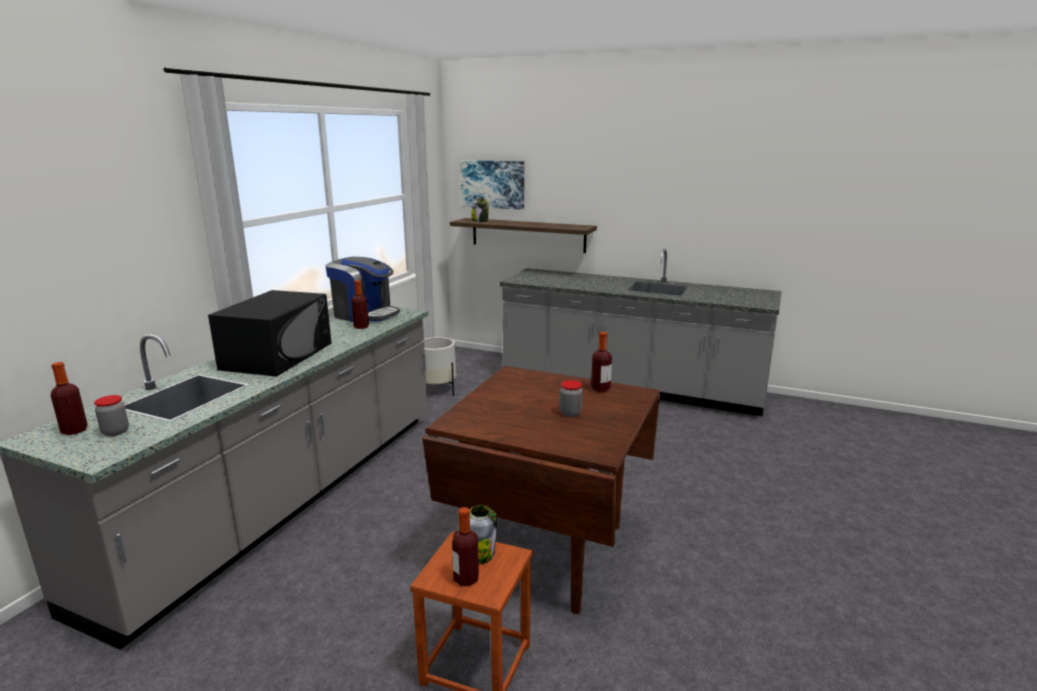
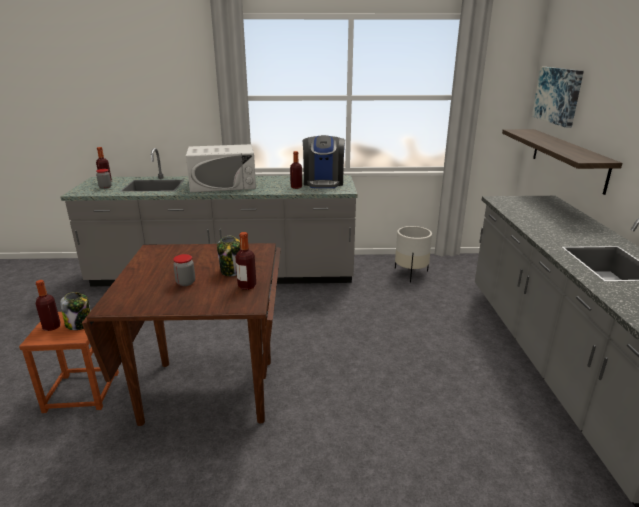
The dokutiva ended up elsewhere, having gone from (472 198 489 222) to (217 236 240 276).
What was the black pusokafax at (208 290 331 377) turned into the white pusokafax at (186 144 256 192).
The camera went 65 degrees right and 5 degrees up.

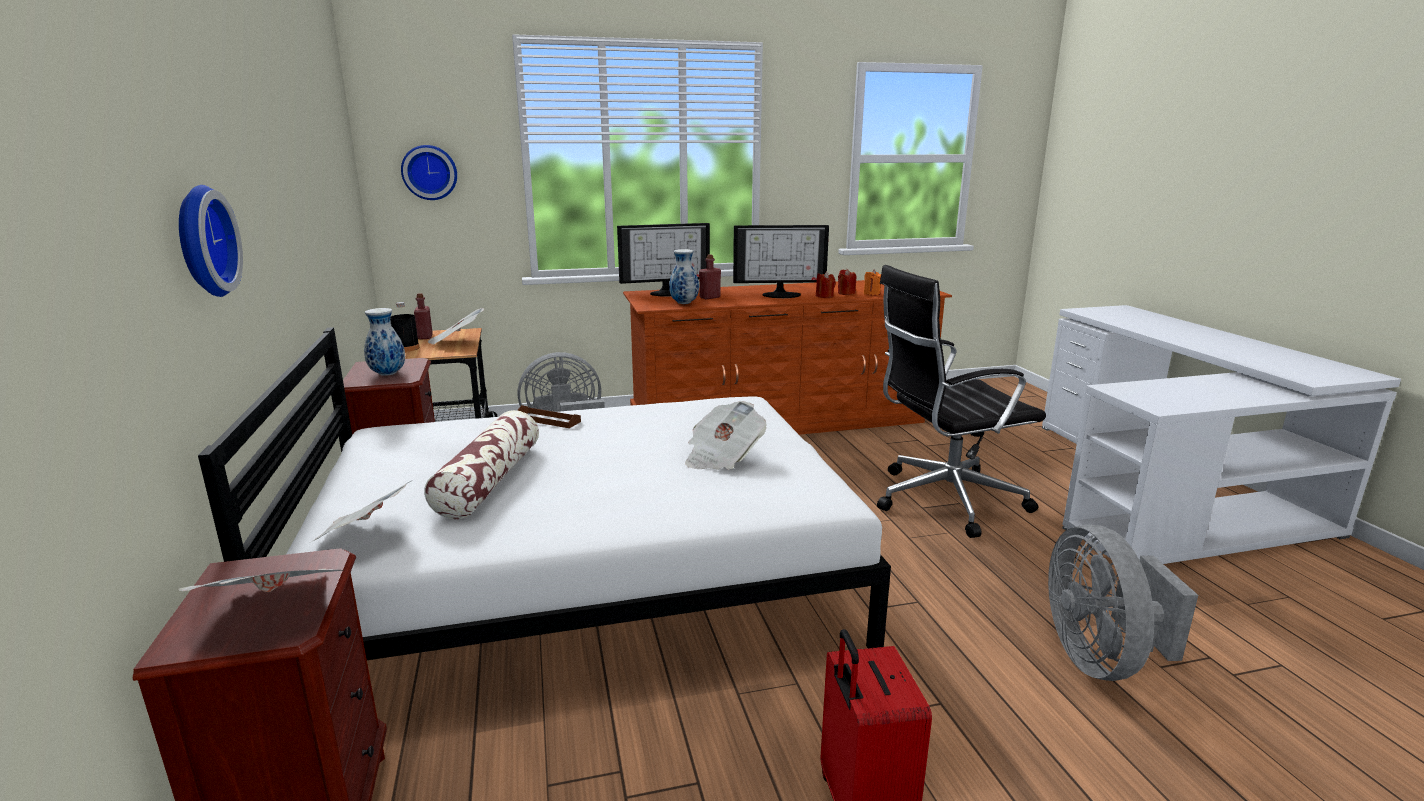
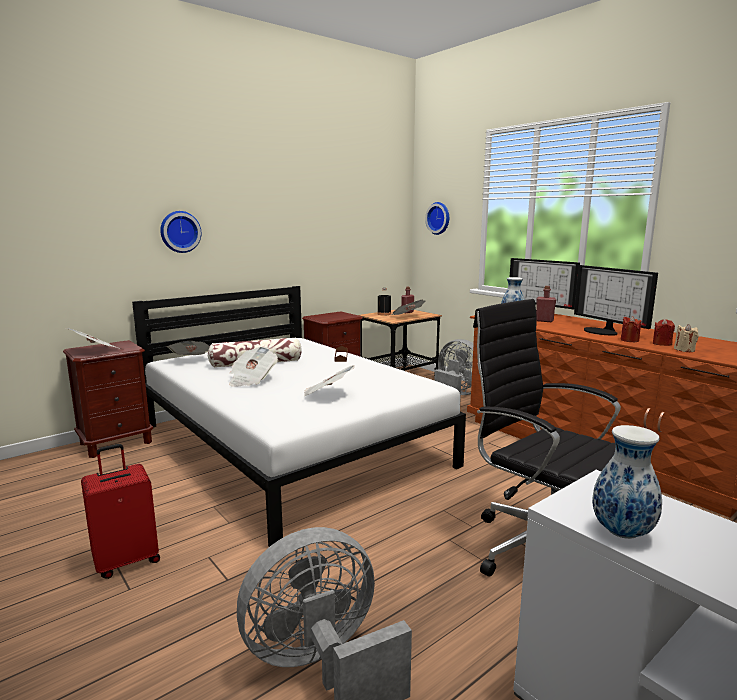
The second view gained the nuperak at (229 347 278 387).
The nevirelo ended up elsewhere, having gone from (364 308 405 376) to (592 425 662 539).
What was the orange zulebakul at (863 269 881 296) turned into the beige zulebakul at (674 324 699 352).
The camera went 65 degrees right and 5 degrees down.

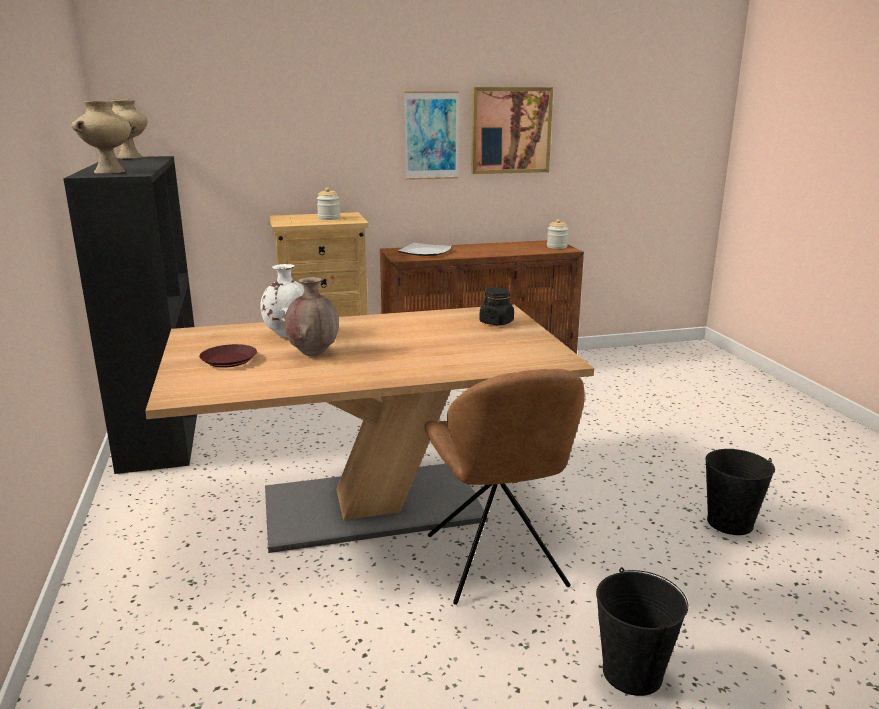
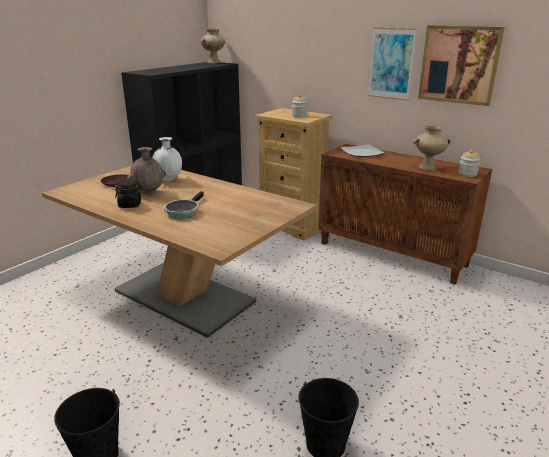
The second view lost the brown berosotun at (424 369 585 605).
The second view gained the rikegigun at (164 191 204 218).
The beige nevirelo ended up elsewhere, having gone from (71 101 133 174) to (413 126 451 171).
The black dokutiva ended up elsewhere, having gone from (479 288 514 326) to (115 180 142 208).
The camera went 50 degrees right and 5 degrees up.

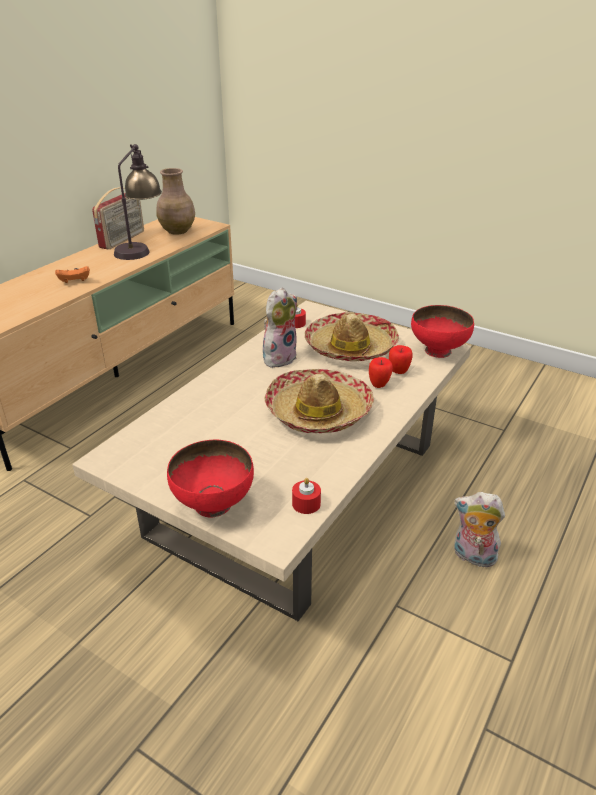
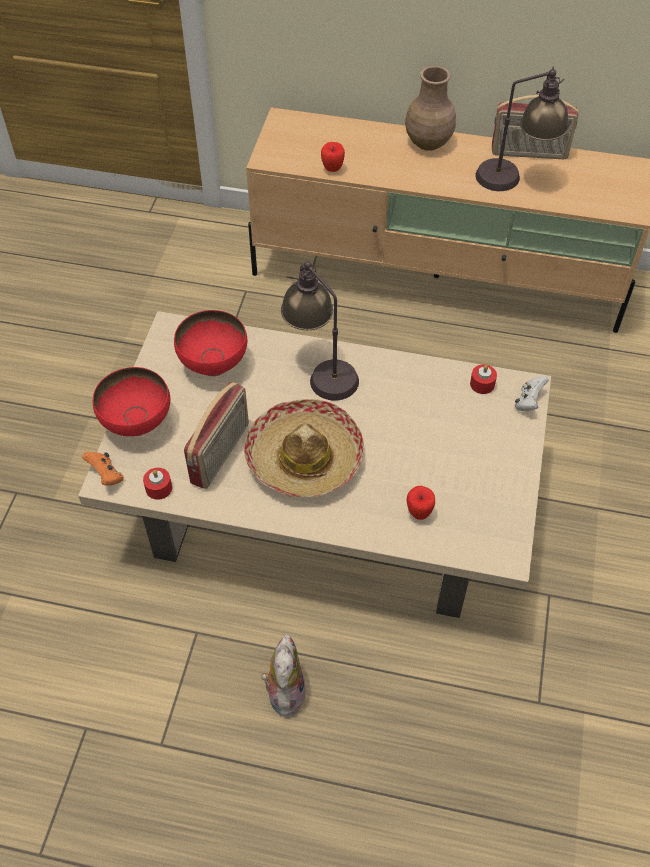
The second view lost the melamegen at (263 287 297 368).
The second view lost the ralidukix at (305 312 399 361).
The second view gained the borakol at (184 382 249 489).
The second view gained the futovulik at (281 261 359 401).
The second view gained the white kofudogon at (515 376 549 411).
The orange kofudogon ended up elsewhere, having gone from (55 266 90 283) to (82 452 124 485).
The brown nevirelo ended up elsewhere, having gone from (156 168 195 235) to (405 66 456 151).
The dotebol ended up elsewhere, having gone from (369 357 393 388) to (321 142 345 172).
The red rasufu ended up elsewhere, having gone from (411 305 474 358) to (174 310 247 376).
The camera went 70 degrees right and 20 degrees up.

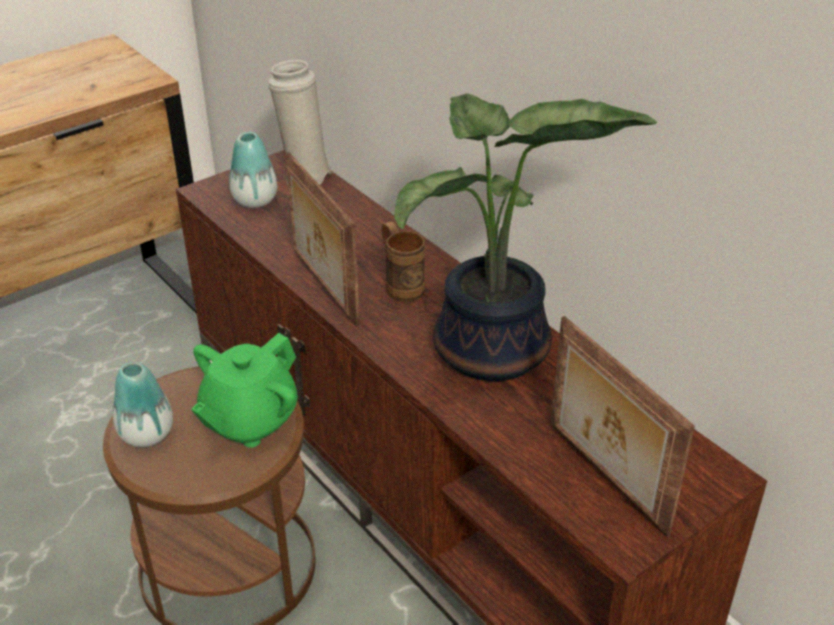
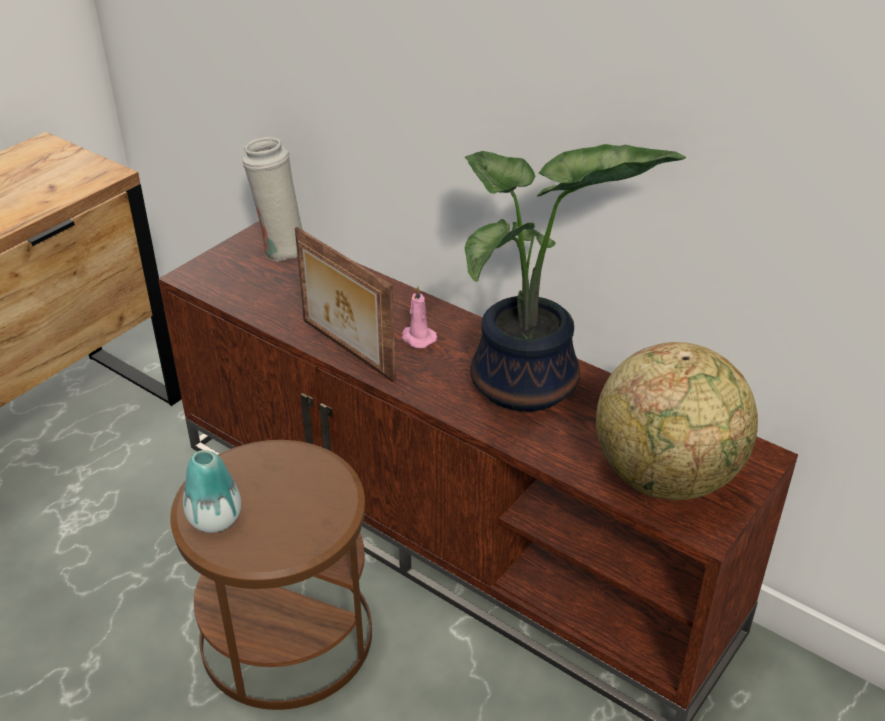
The second view lost the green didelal at (191 333 298 448).
The second view lost the nevirelo at (229 132 277 208).
Where the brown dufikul stood at (381 221 425 303), the pink zulebakul came to stand at (402 286 437 348).
Where the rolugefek stood at (550 316 695 538), the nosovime came to stand at (596 342 758 500).
The camera went 15 degrees left and 0 degrees up.

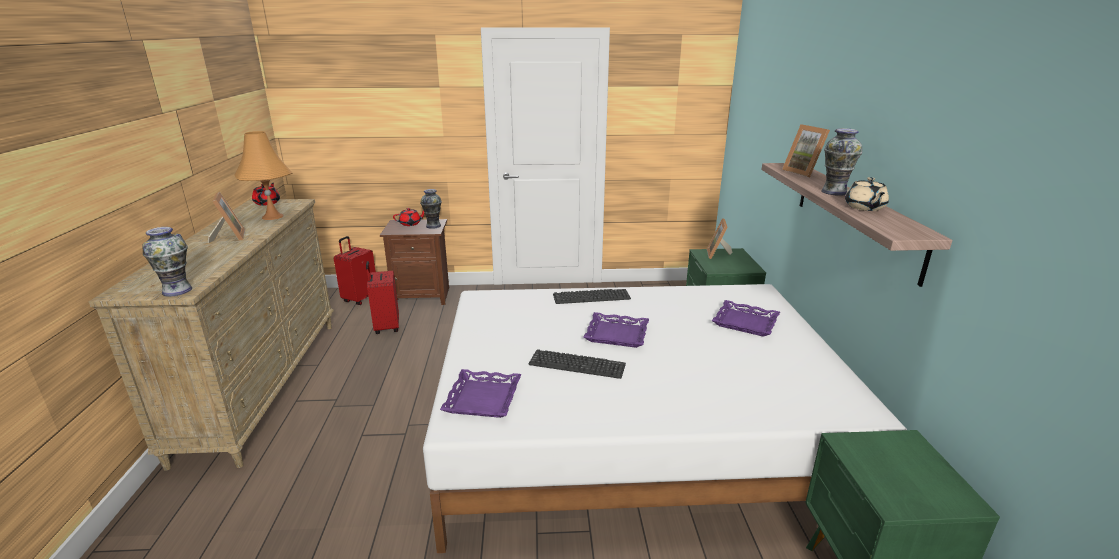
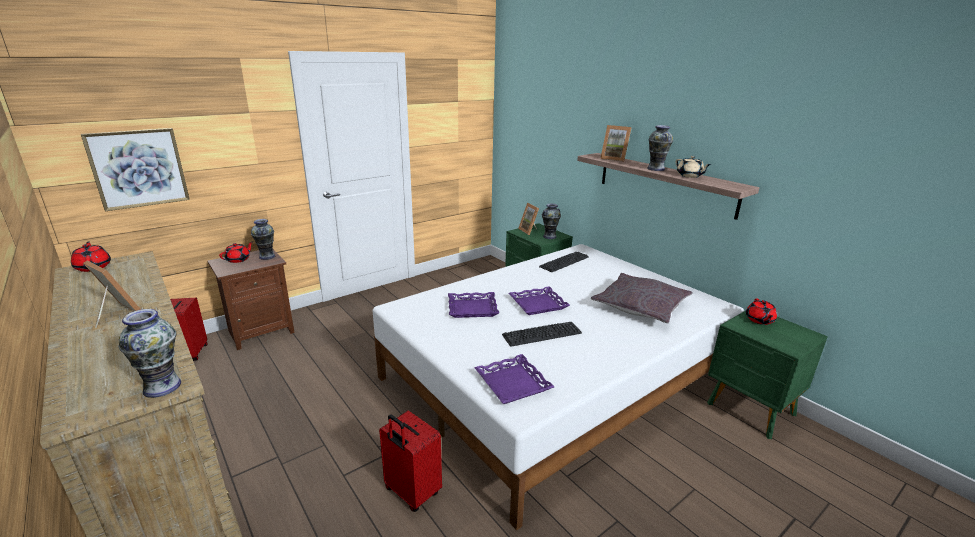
The second view lost the orange futovulik at (234 131 292 220).
The second view gained the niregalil at (81 128 190 211).
The second view gained the nevirelo at (542 204 561 239).
The second view gained the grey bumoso at (591 273 693 323).
The second view gained the red didelal at (746 298 777 325).
The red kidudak ended up elsewhere, having gone from (366 261 399 334) to (379 411 442 512).
The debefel ended up elsewhere, having gone from (553 289 631 304) to (539 252 589 272).
The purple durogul ended up elsewhere, having gone from (712 300 780 337) to (448 292 499 318).
The camera went 35 degrees left and 0 degrees up.

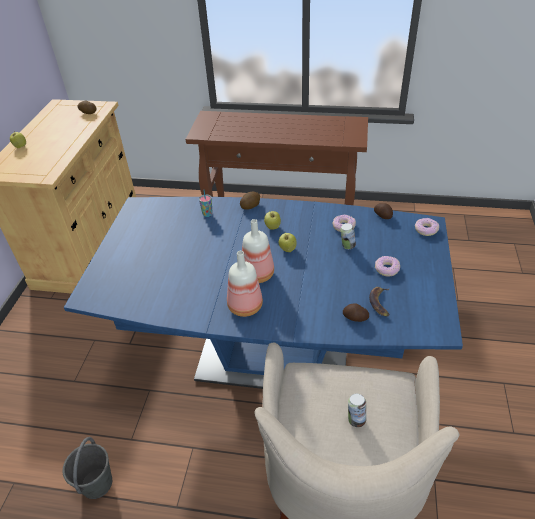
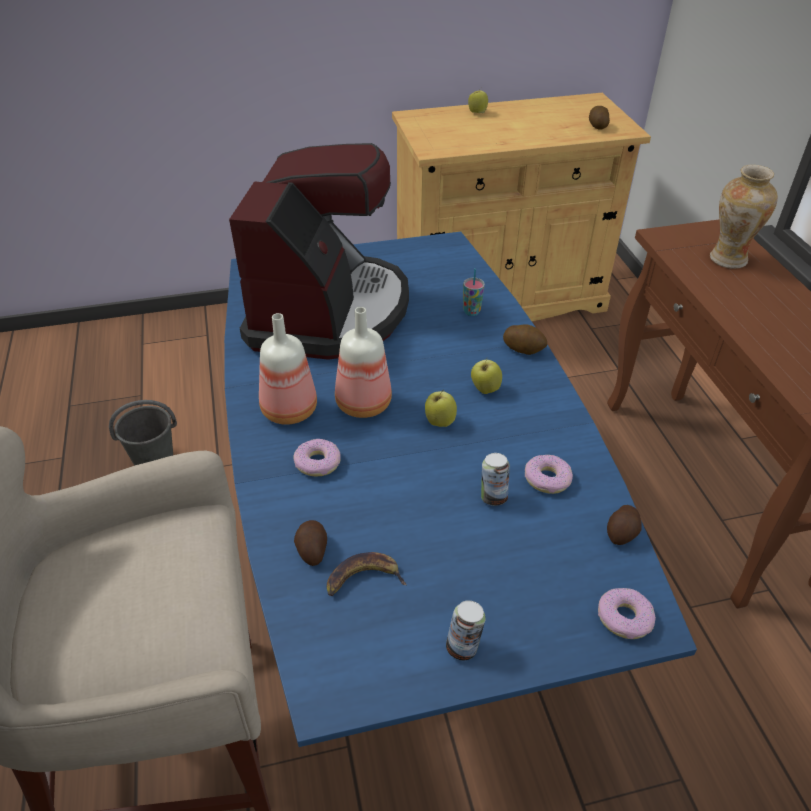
The second view gained the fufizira at (229 143 409 360).
The second view gained the nevirelo at (710 165 778 269).
The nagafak ended up elsewhere, having gone from (348 394 366 427) to (446 600 486 660).
The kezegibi ended up elsewhere, having gone from (375 256 400 277) to (294 439 341 476).
The camera went 65 degrees right and 0 degrees up.

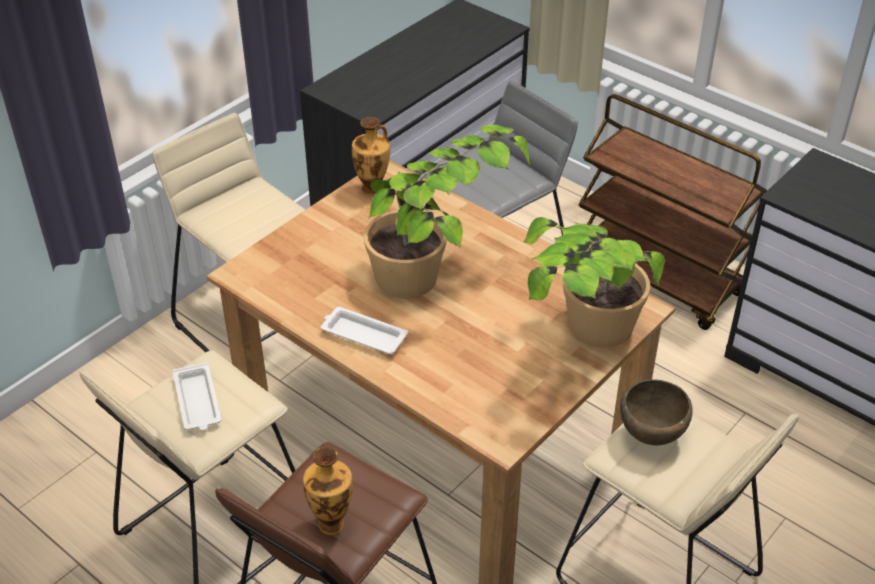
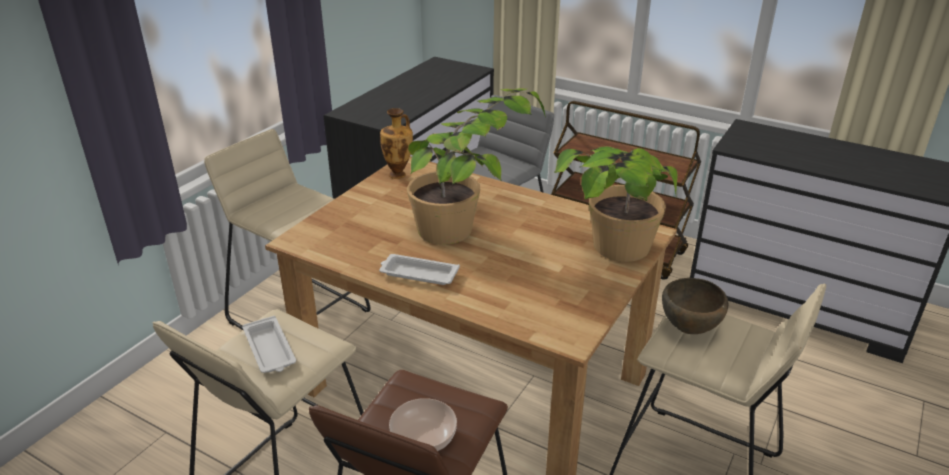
Where the nevirelo stood at (303 447 353 535), the rasufu came to stand at (389 398 457 451).
The camera went 10 degrees left and 10 degrees down.

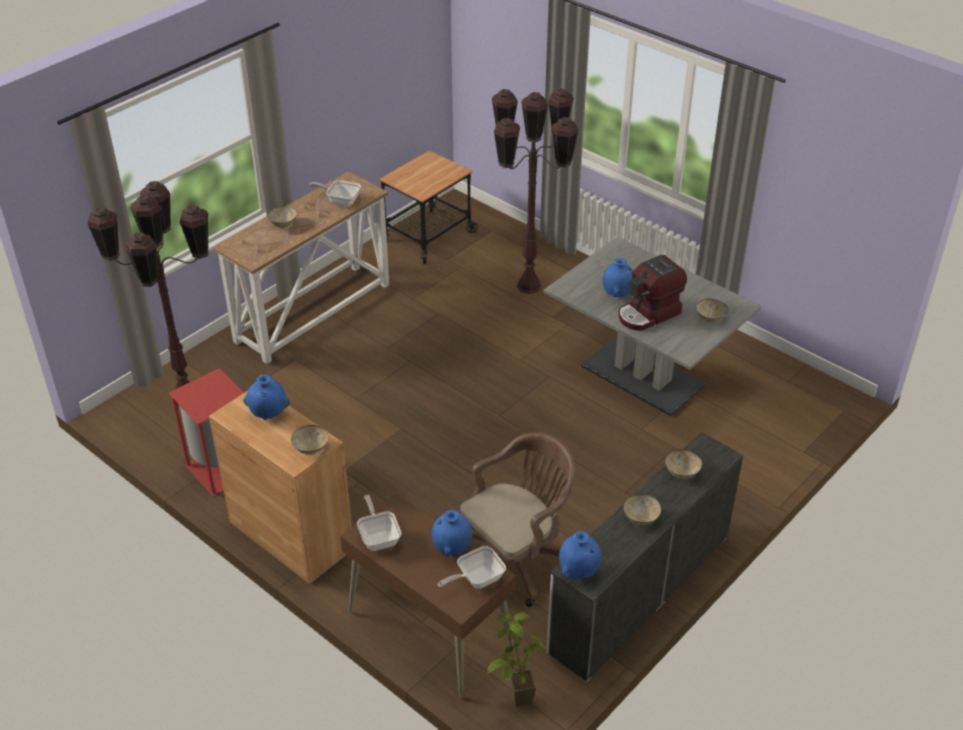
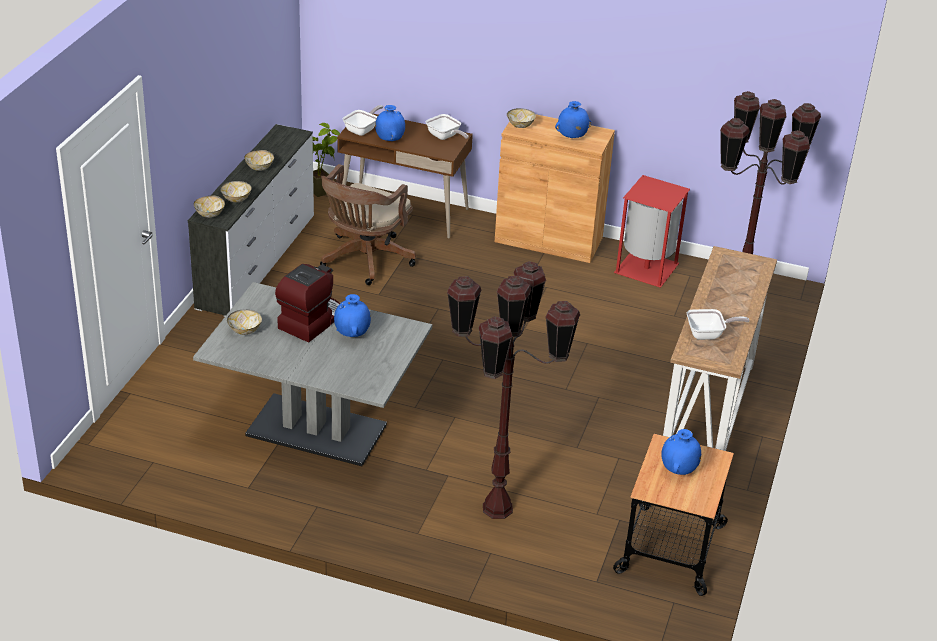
The rasufu ended up elsewhere, having gone from (267 206 297 228) to (194 196 225 218).
The blue nevirelo ended up elsewhere, having gone from (559 531 601 579) to (661 429 701 475).
The camera went 155 degrees right and 5 degrees down.

